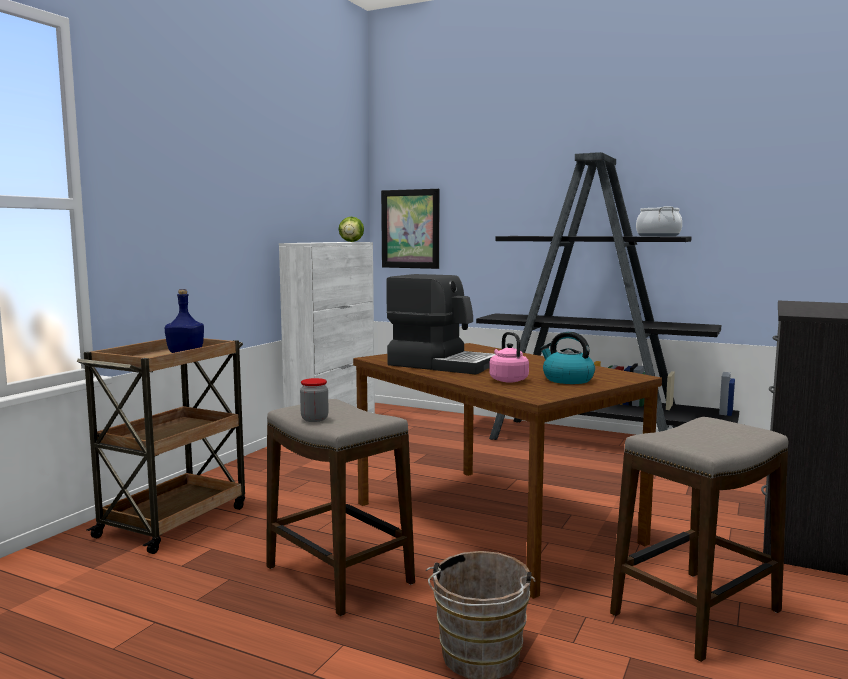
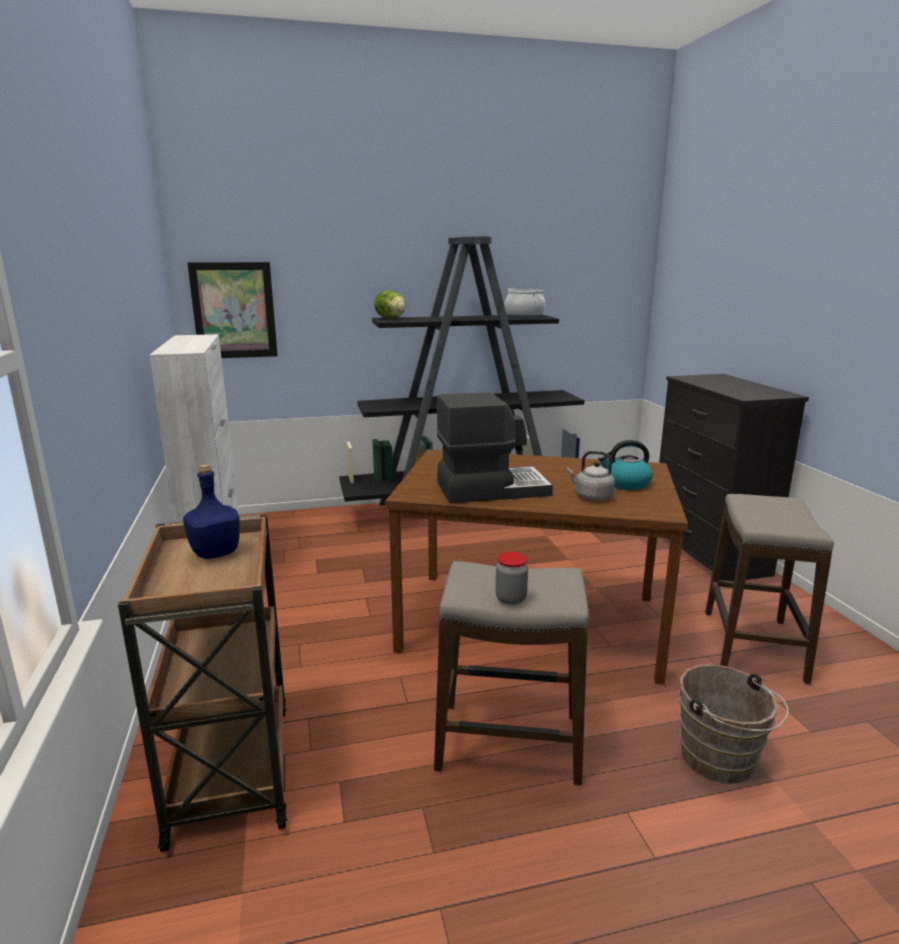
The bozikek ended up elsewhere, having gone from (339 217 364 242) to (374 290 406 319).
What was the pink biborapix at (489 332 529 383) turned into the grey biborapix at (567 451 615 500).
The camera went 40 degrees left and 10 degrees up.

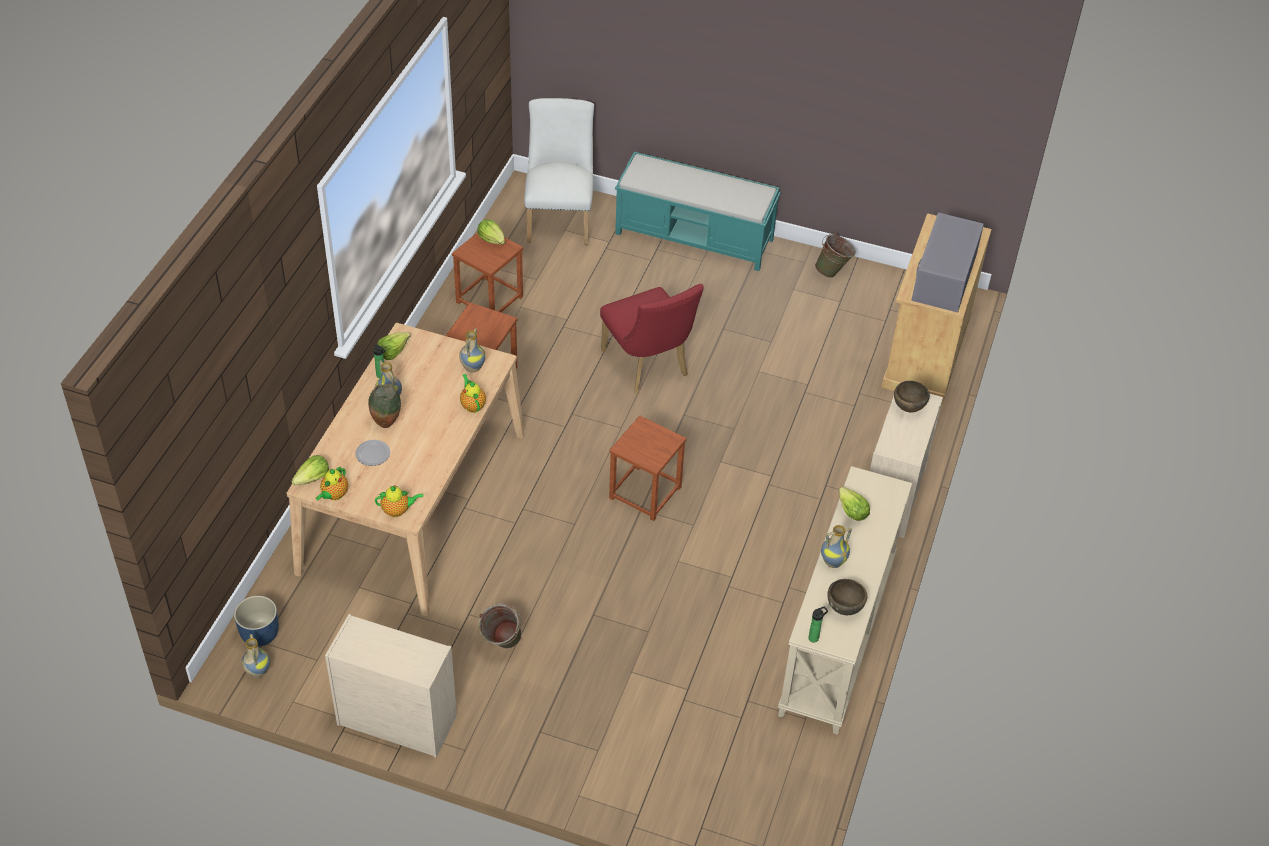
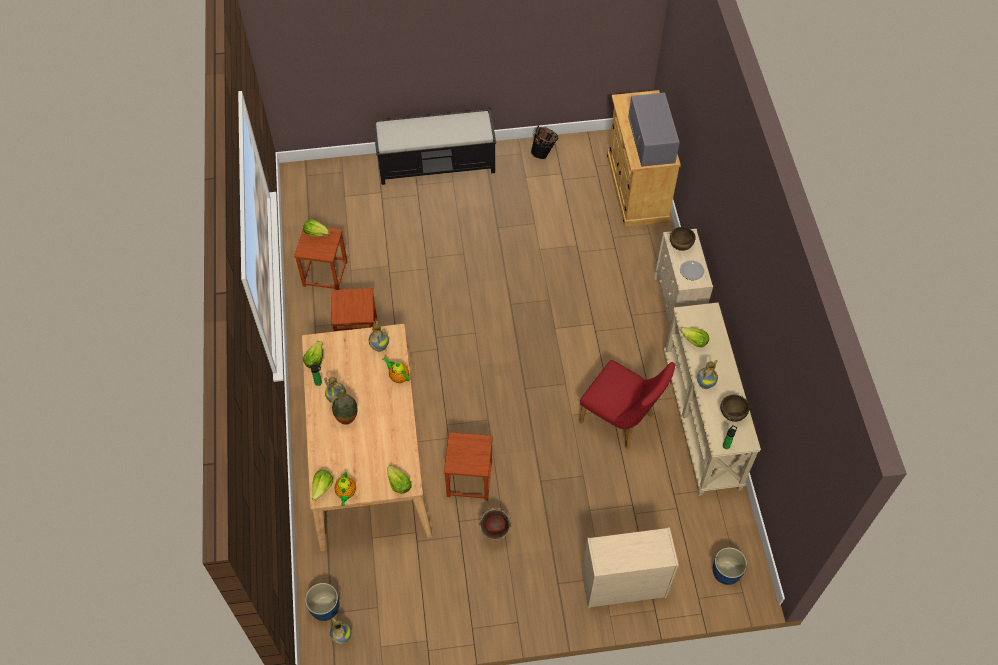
The second view lost the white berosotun at (524 98 594 245).
The second view gained the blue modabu at (712 547 747 585).
The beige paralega ended up elsewhere, having gone from (325 614 457 758) to (582 527 679 608).
The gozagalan ended up elsewhere, having gone from (355 440 390 466) to (680 260 704 280).
The red berosotun ended up elsewhere, having gone from (600 284 704 393) to (579 360 675 449).
The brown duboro ended up elsewhere, having gone from (609 416 687 521) to (444 432 493 500).
Where the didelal stood at (375 485 423 517), the bozikek came to stand at (387 466 412 493).
What was the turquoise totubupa at (615 152 781 271) turned into the black totubupa at (373 109 496 185).
What was the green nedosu at (815 233 855 278) turned into the black nedosu at (531 126 558 159).
The camera went 25 degrees left and 10 degrees up.

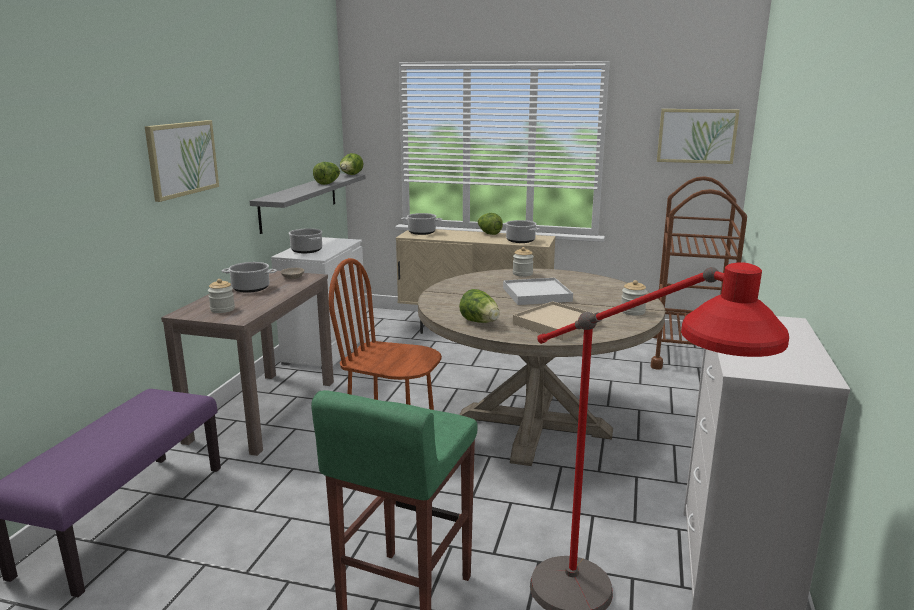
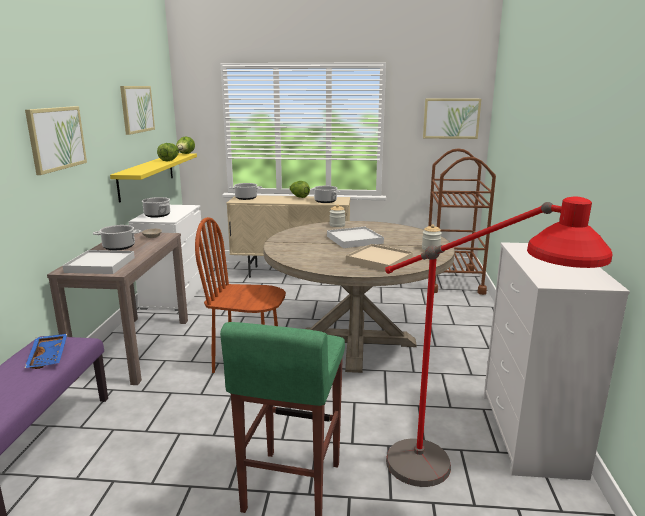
The second view lost the bozikek at (459 289 500 323).
The second view gained the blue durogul at (25 334 67 369).
The second view gained the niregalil at (120 86 155 135).
Where the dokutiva stood at (208 279 235 313), the white durogul came to stand at (63 250 135 274).
What was the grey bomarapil at (250 174 365 234) turned into the yellow bomarapil at (110 153 197 203).
The camera went 10 degrees left and 0 degrees up.

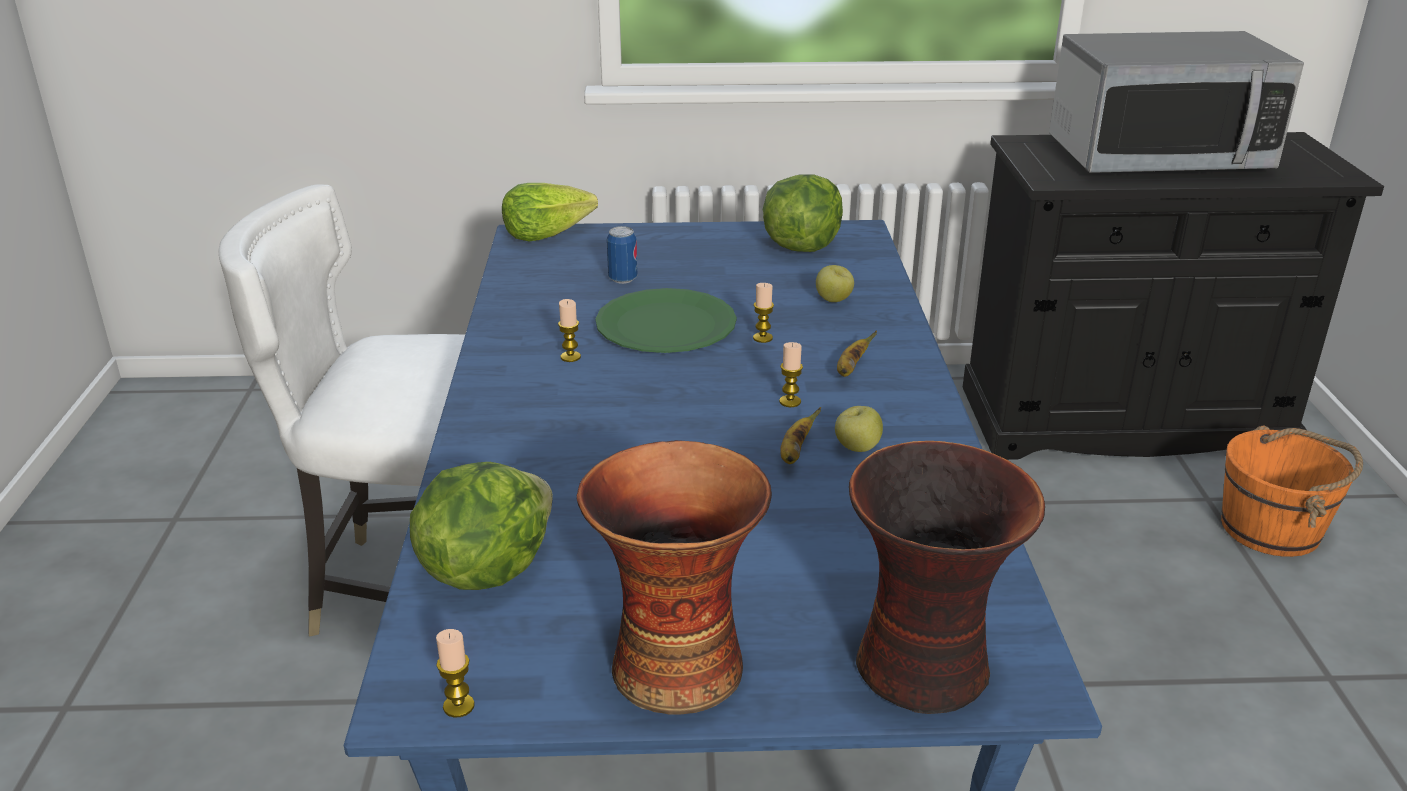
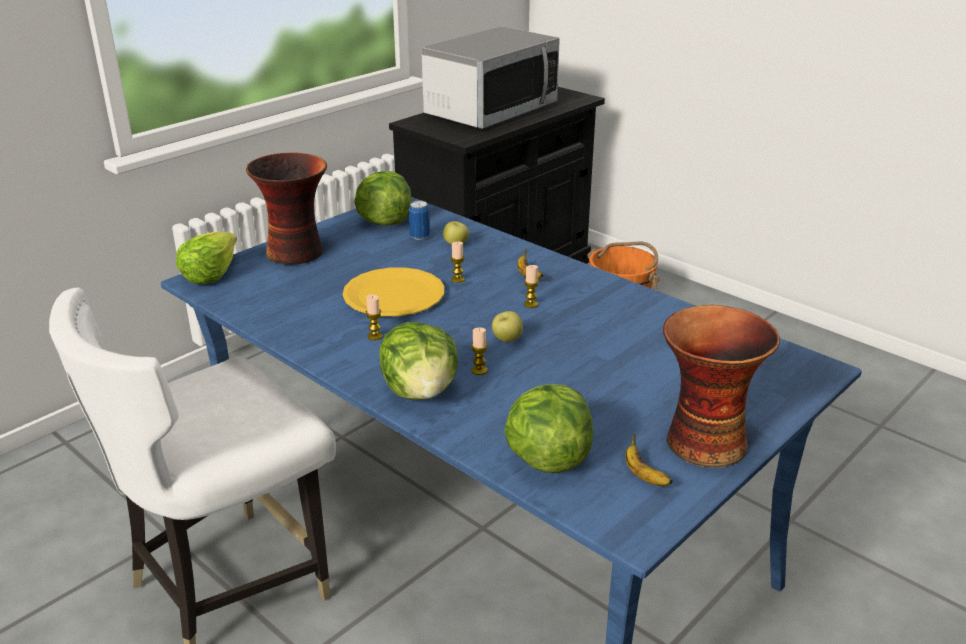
The second view gained the bozikek at (379 322 458 400).
The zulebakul ended up elsewhere, having gone from (436 629 475 718) to (471 327 488 375).
The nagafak ended up elsewhere, having gone from (607 226 637 284) to (409 201 430 240).
The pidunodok ended up elsewhere, having gone from (780 407 821 464) to (625 434 673 486).
The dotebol ended up elsewhere, having gone from (835 406 883 452) to (492 311 523 342).
The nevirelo ended up elsewhere, having gone from (849 441 1045 714) to (246 153 327 264).
What was the green gozagalan at (595 288 737 353) turned into the yellow gozagalan at (343 267 444 316).
The camera went 45 degrees left and 0 degrees up.

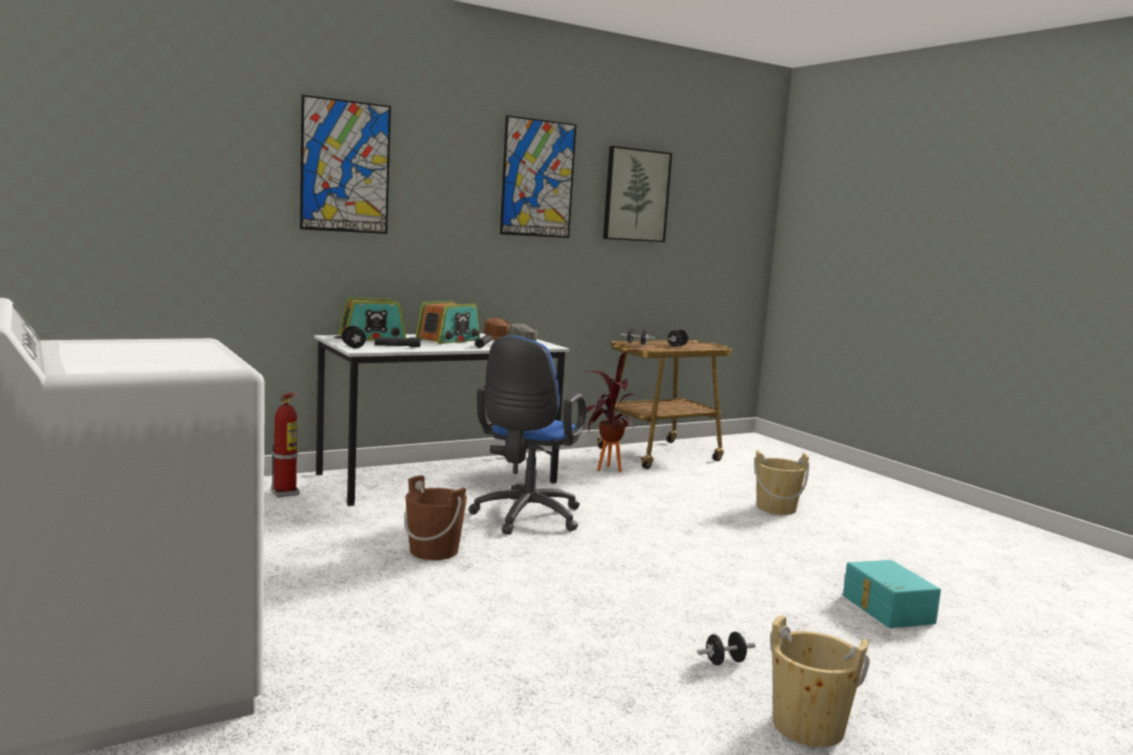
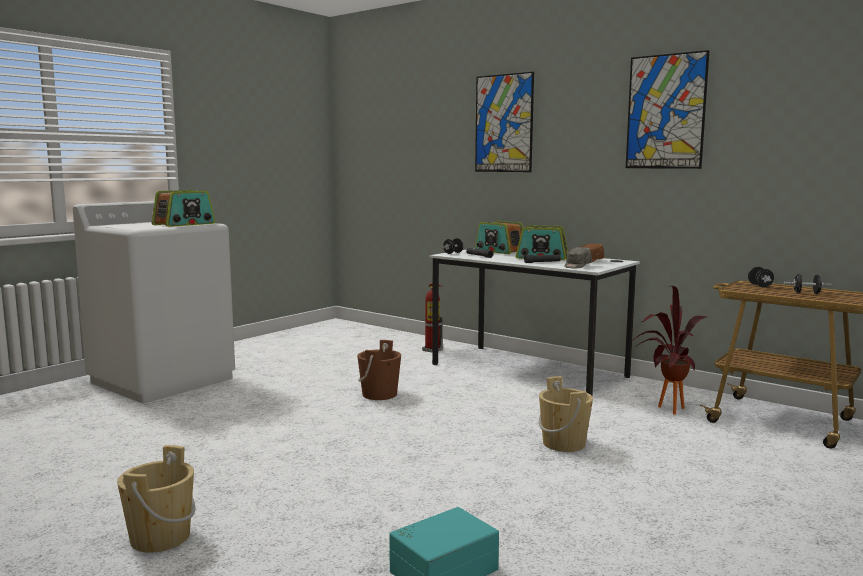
The second view lost the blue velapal at (469 336 586 535).
The second view lost the niregalil at (603 146 672 242).
The second view lost the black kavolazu at (697 632 756 665).
The second view gained the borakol at (152 190 215 227).
The beige nedosu ended up elsewhere, having gone from (754 450 809 515) to (539 376 593 452).
The camera went 70 degrees right and 0 degrees up.

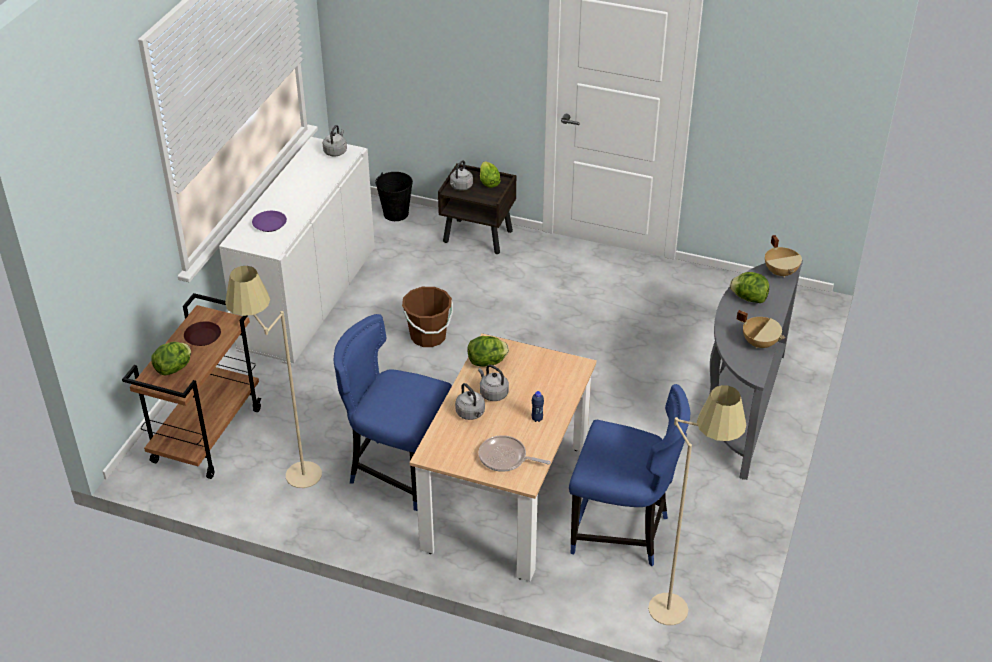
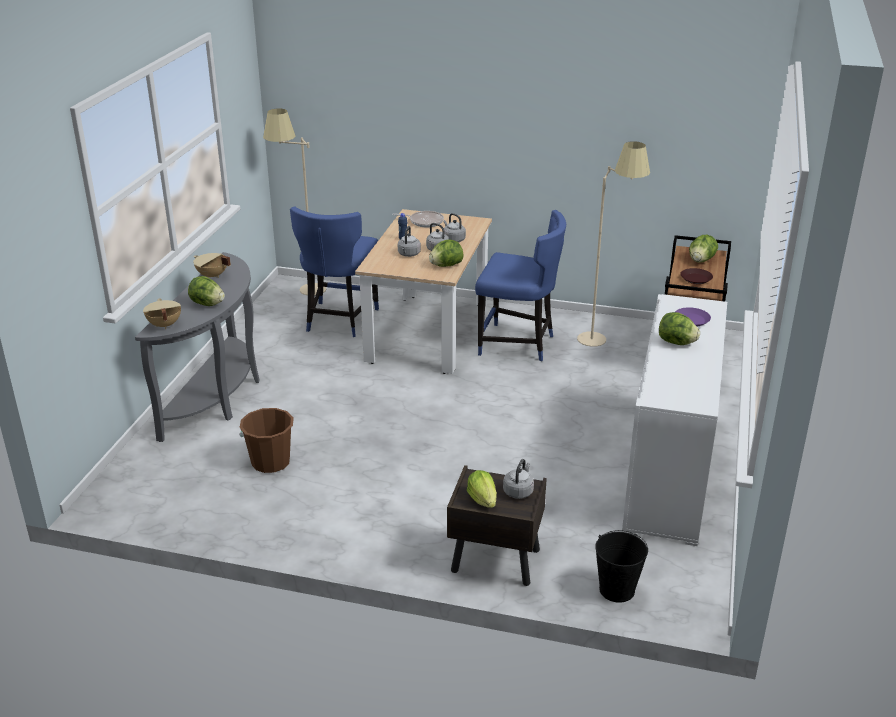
The second view gained the bozikek at (659 312 700 345).
The grey biborapix ended up elsewhere, having gone from (323 125 347 157) to (398 226 421 257).
The brown nedosu ended up elsewhere, having gone from (402 287 453 347) to (239 408 294 473).
The blue berosotun at (569 384 690 566) ended up facing another way, 90 degrees counterclockwise from before.
The camera went 175 degrees right and 10 degrees down.

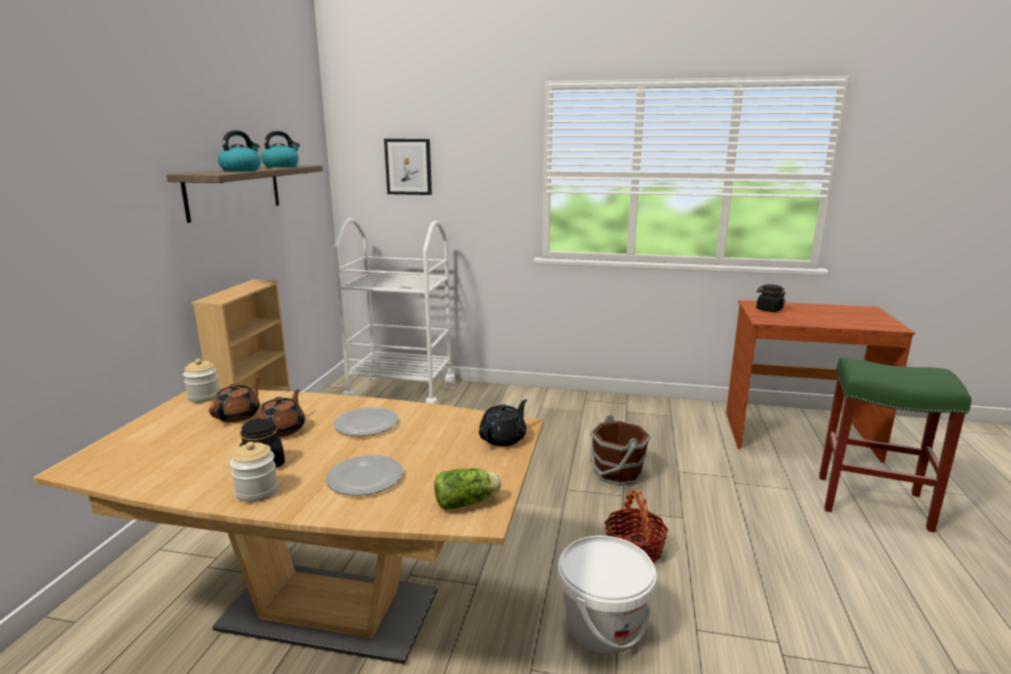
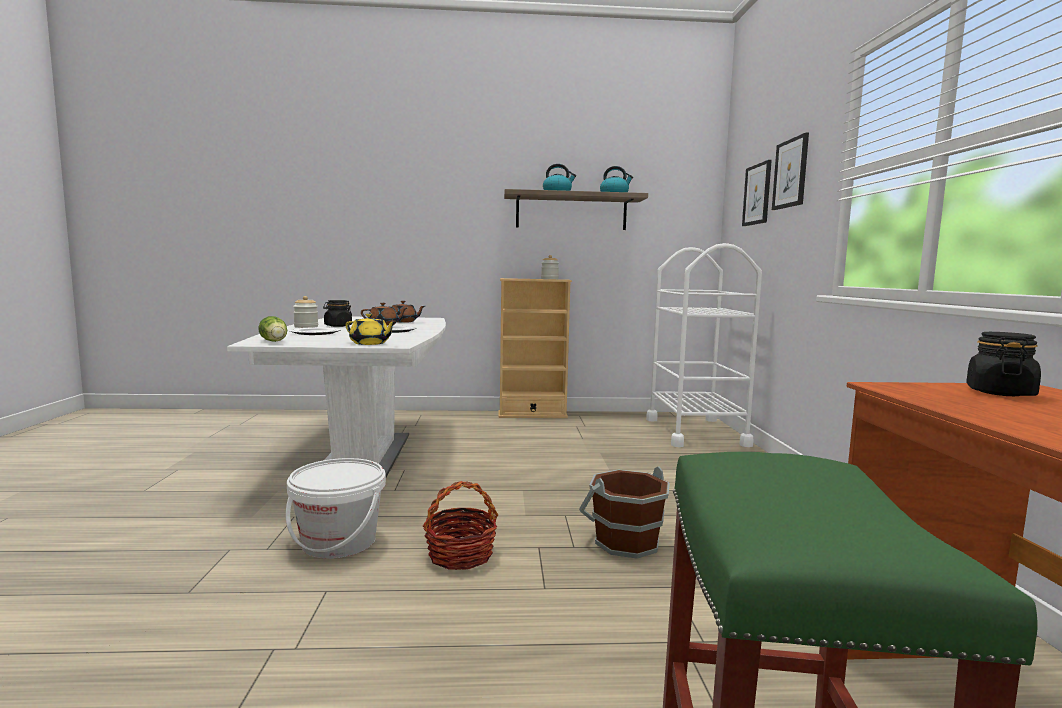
The second view gained the niregalil at (772 133 809 210).
The dokutiva ended up elsewhere, having gone from (183 359 220 403) to (541 255 559 279).
What was the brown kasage at (33 389 543 664) turned into the white kasage at (227 317 446 477).
What was the black didelal at (479 399 527 446) turned into the yellow didelal at (346 314 396 345).
The camera went 75 degrees right and 10 degrees down.

